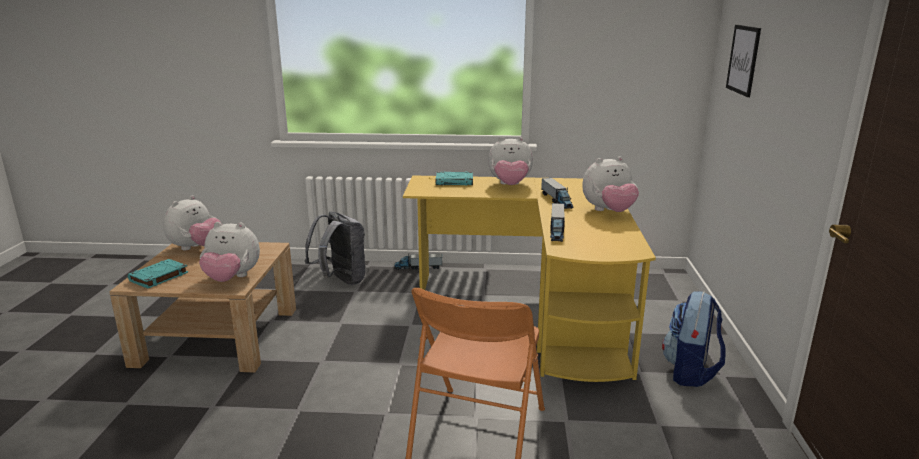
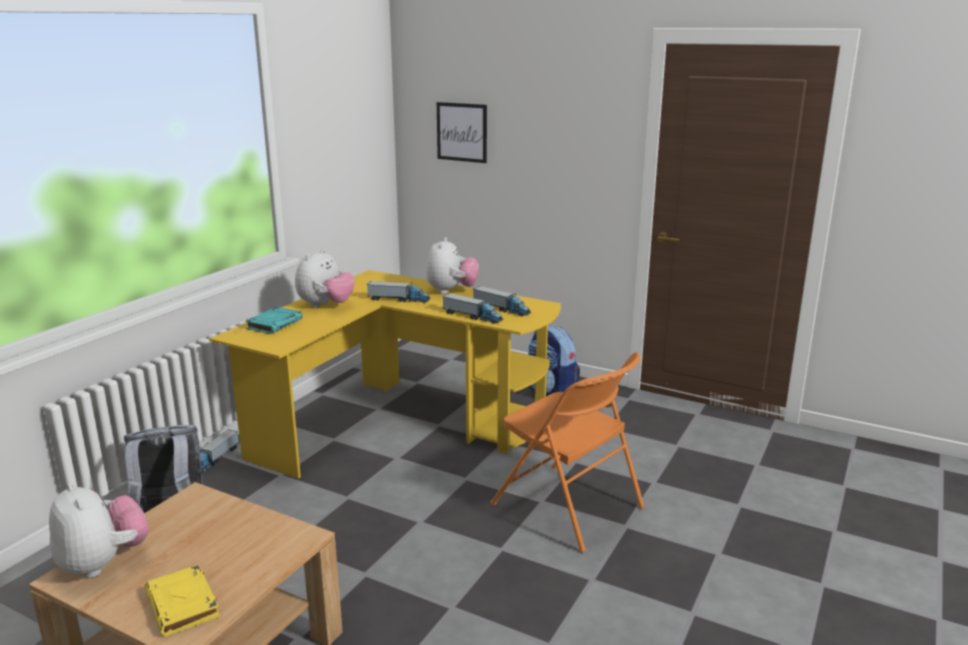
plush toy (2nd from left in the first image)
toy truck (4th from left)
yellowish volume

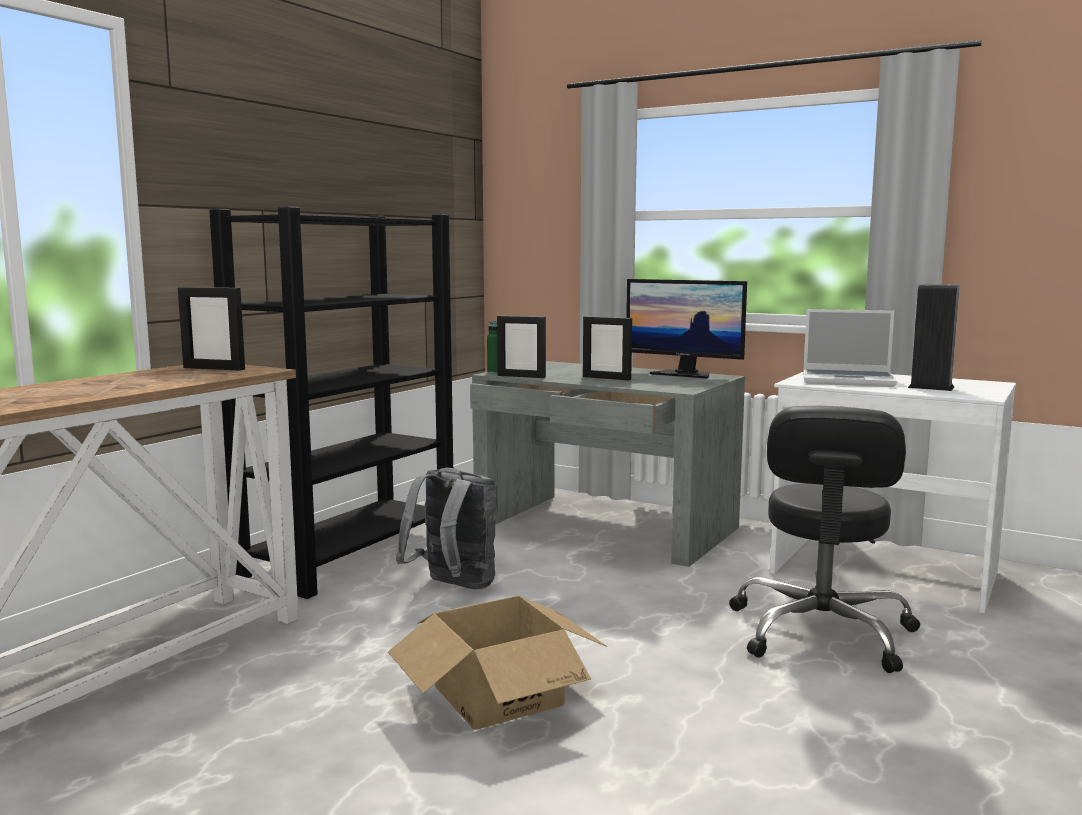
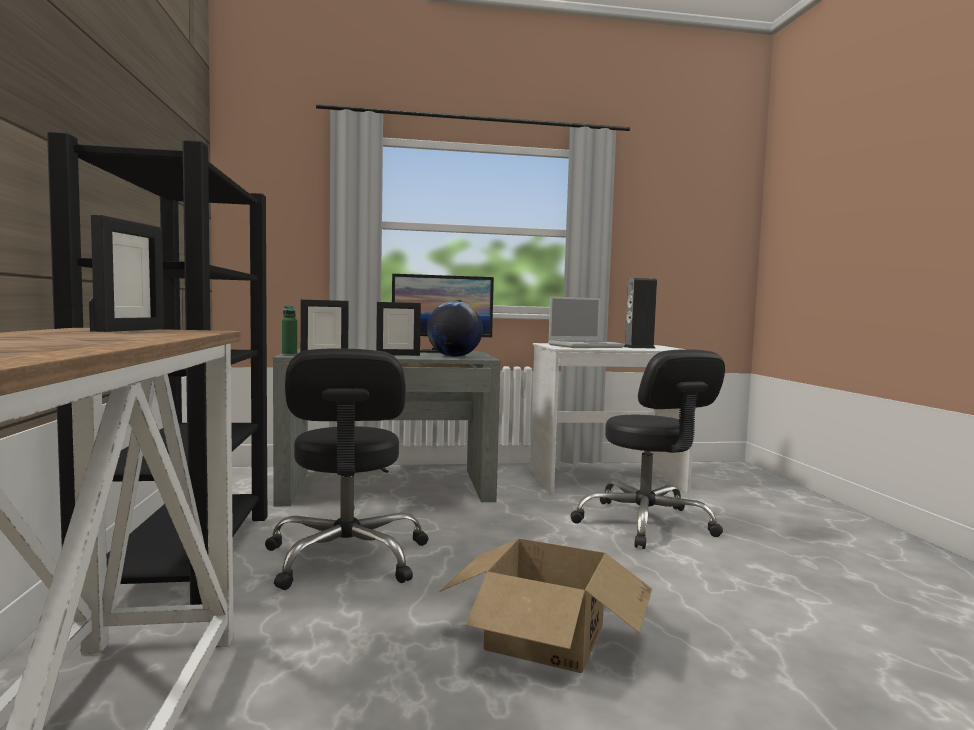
desk globe
blackish desk chair (1st from left)
photo frame (1st from left)

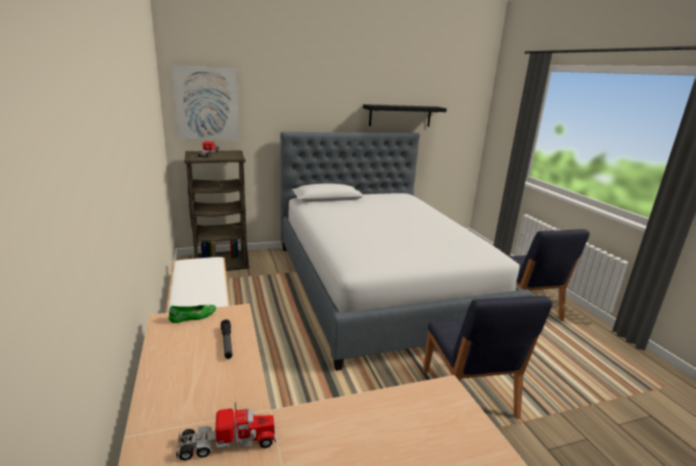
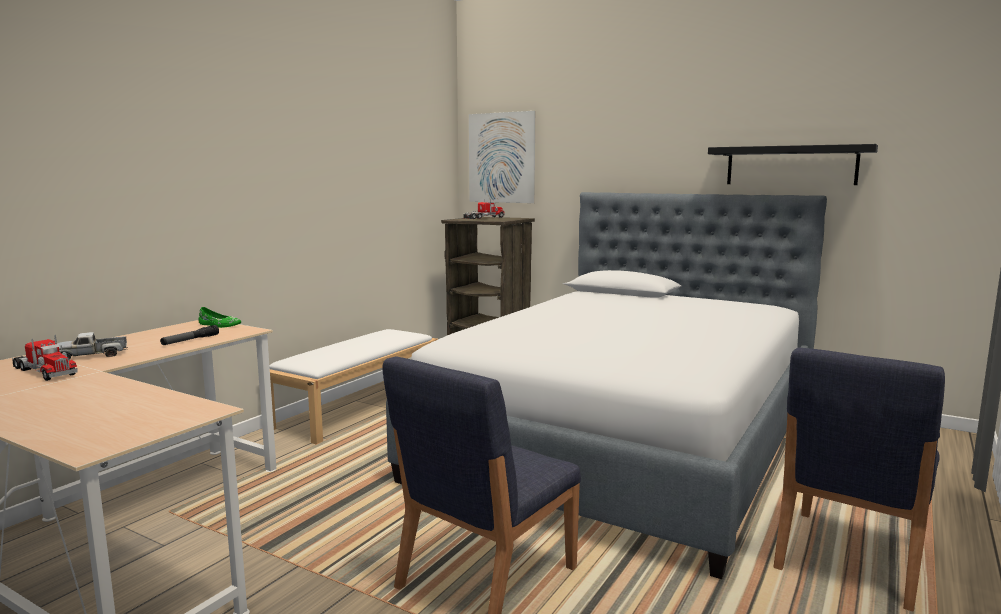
toy truck (2nd from left)

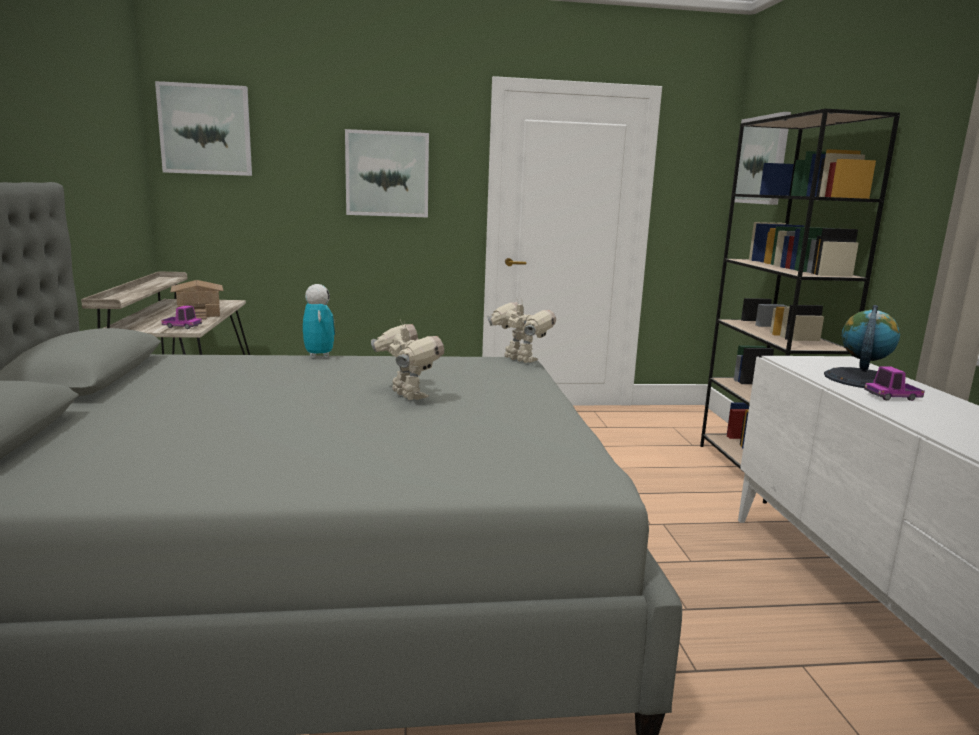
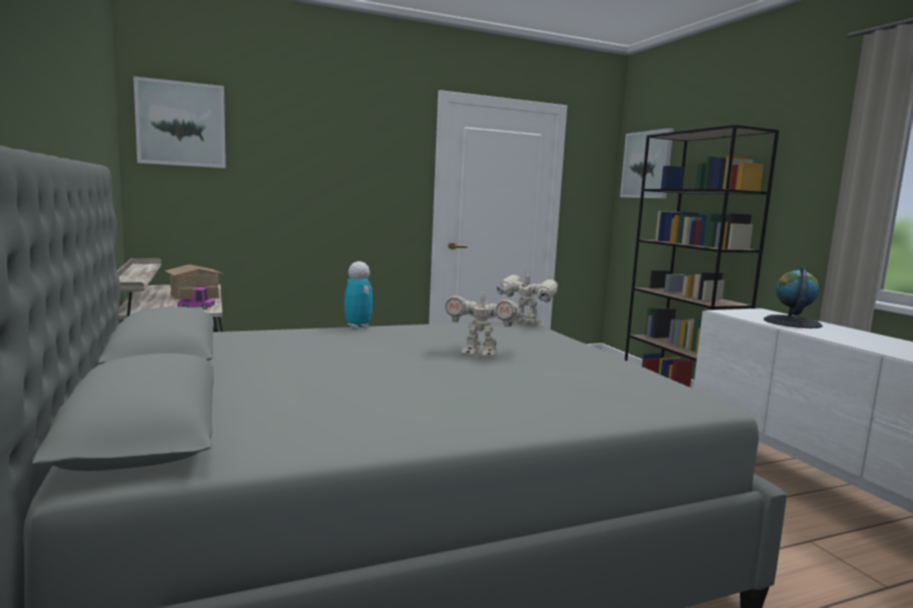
wall picture (2nd from left in the first image)
toy truck (2nd from left in the first image)
robot figure (2nd from left)

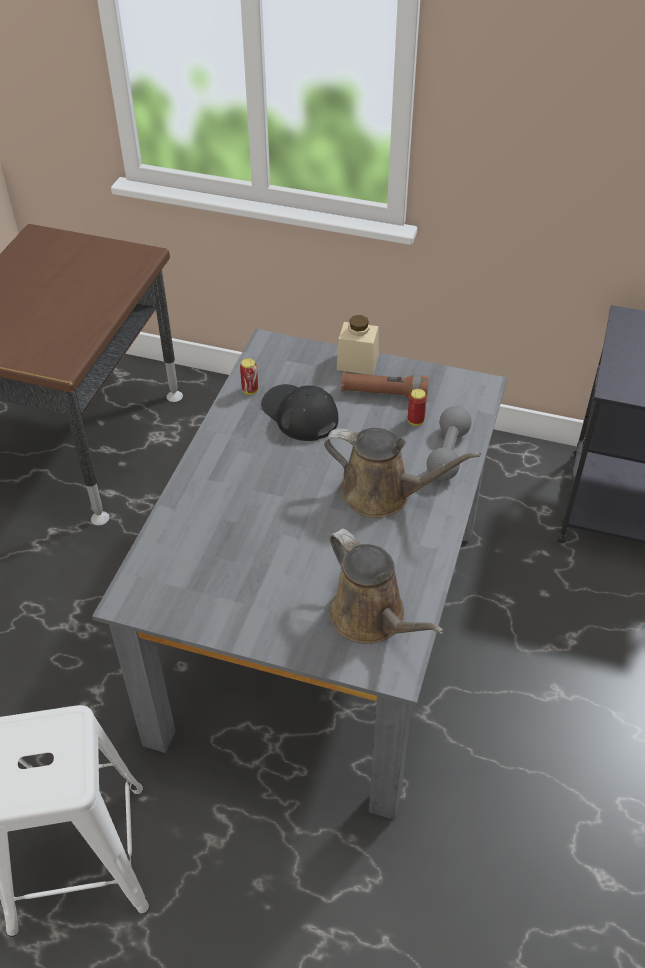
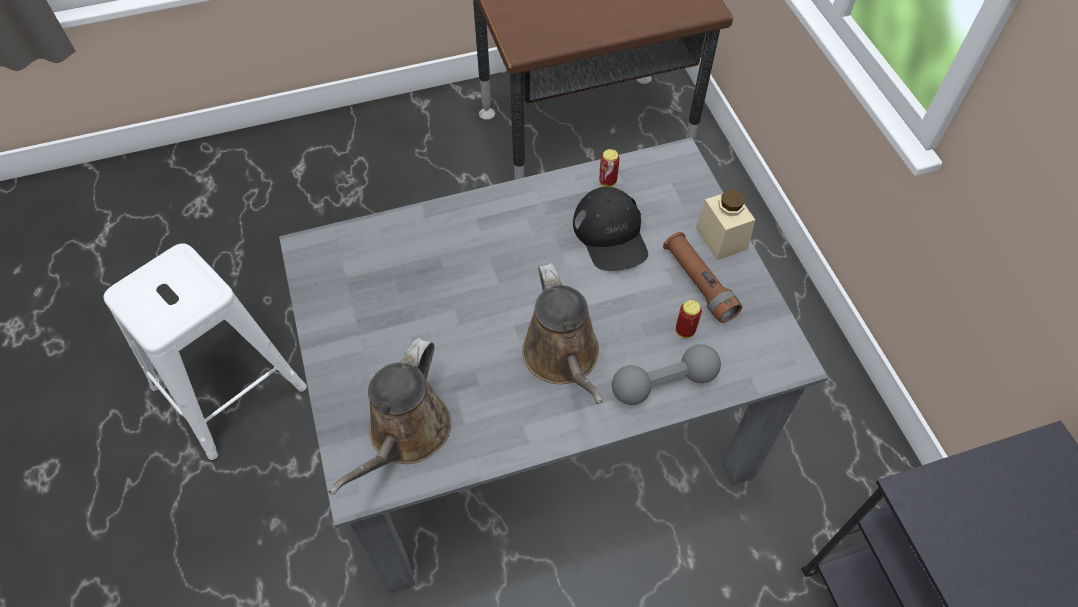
blackish peaked cap

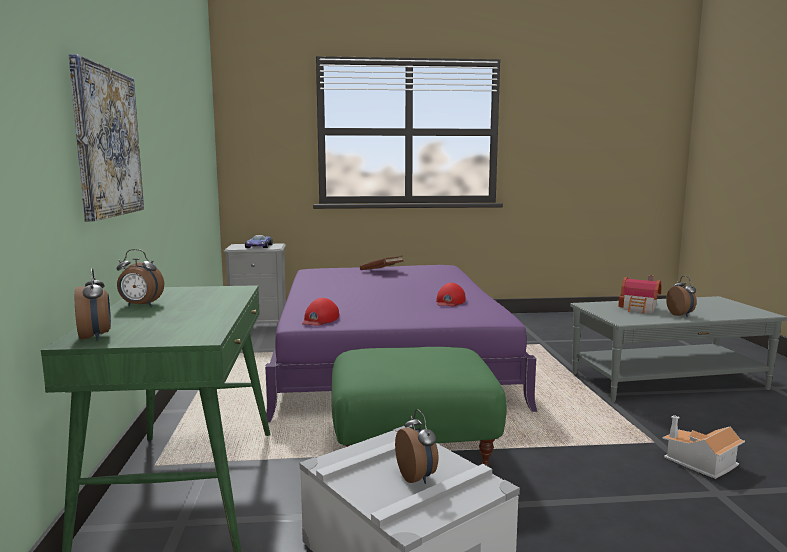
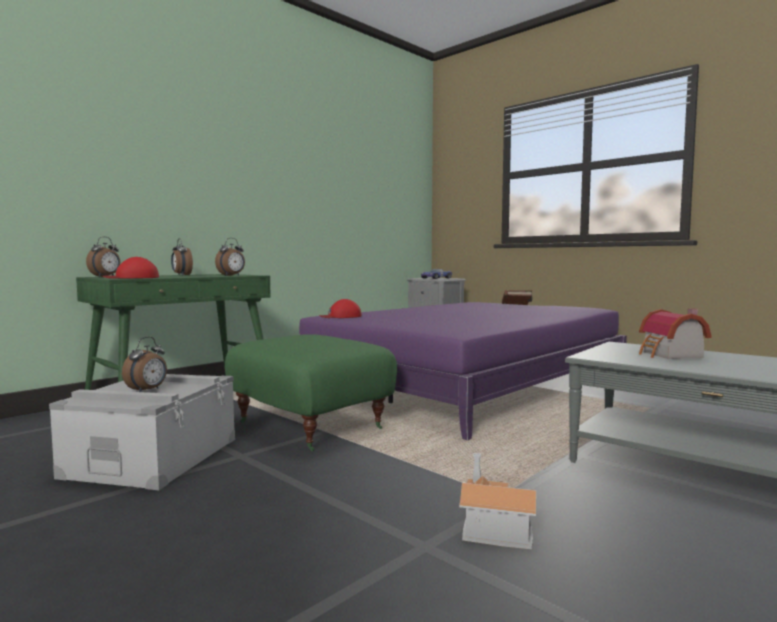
wall picture
red peaked cap (1st from left)
table clock (4th from left)

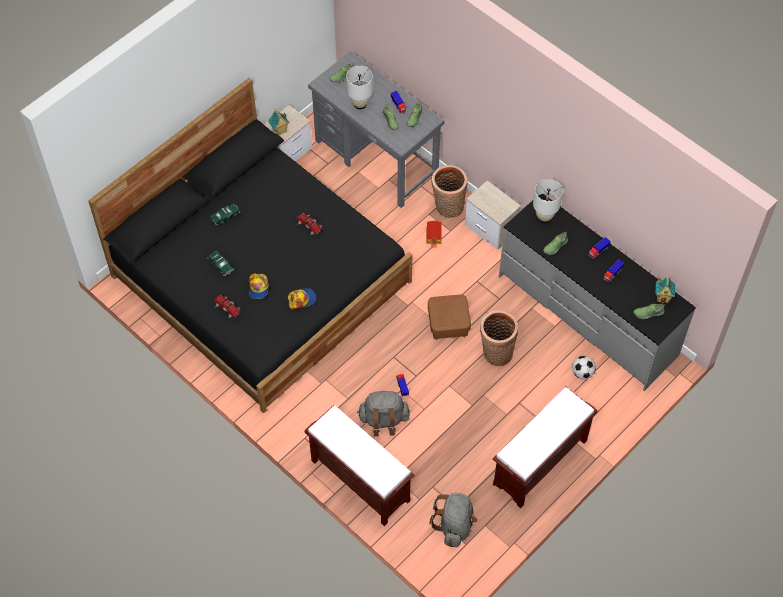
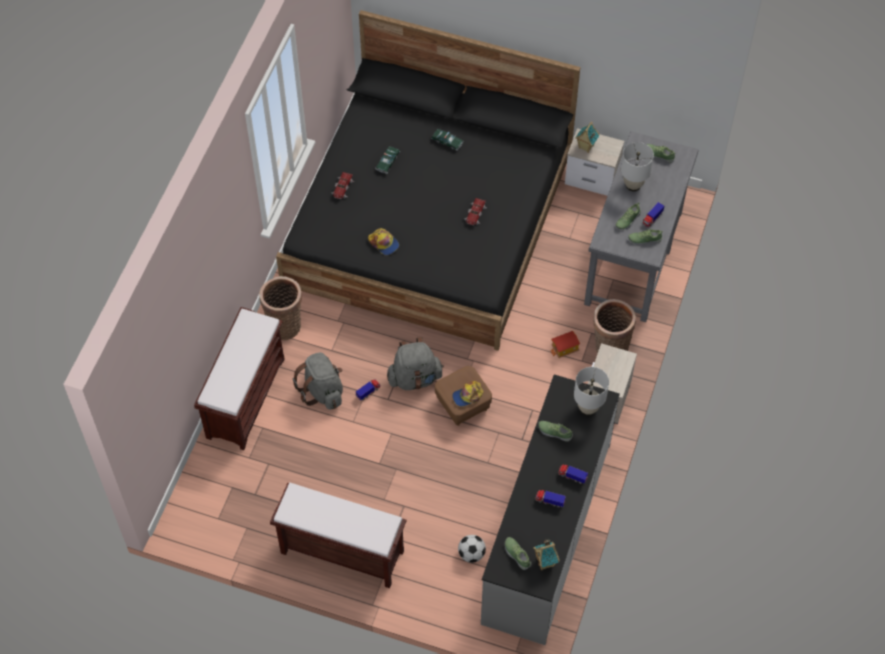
peaked cap (2nd from left)
gray backpack (2nd from left)
household basket (1st from left)

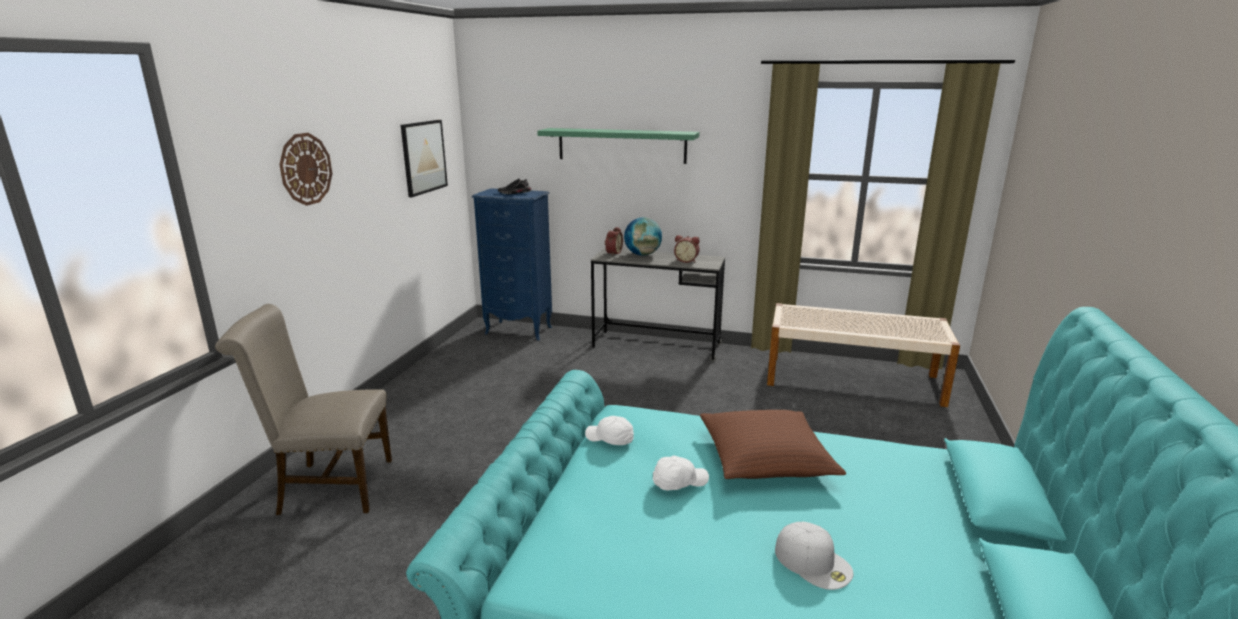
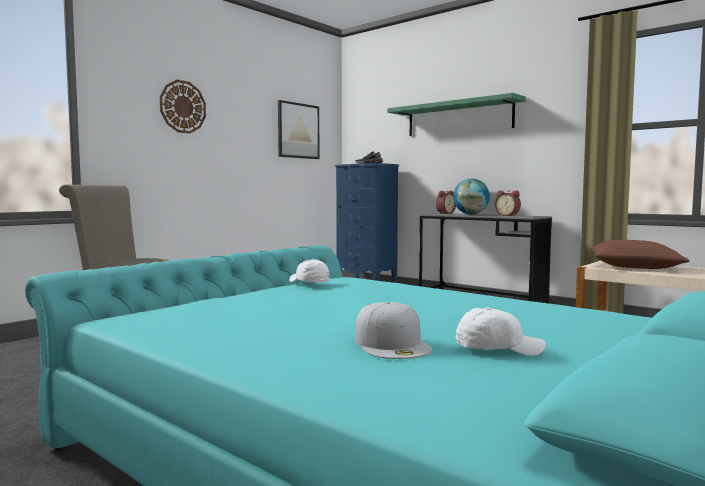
white peaked cap (3rd from left)
brownish cushion

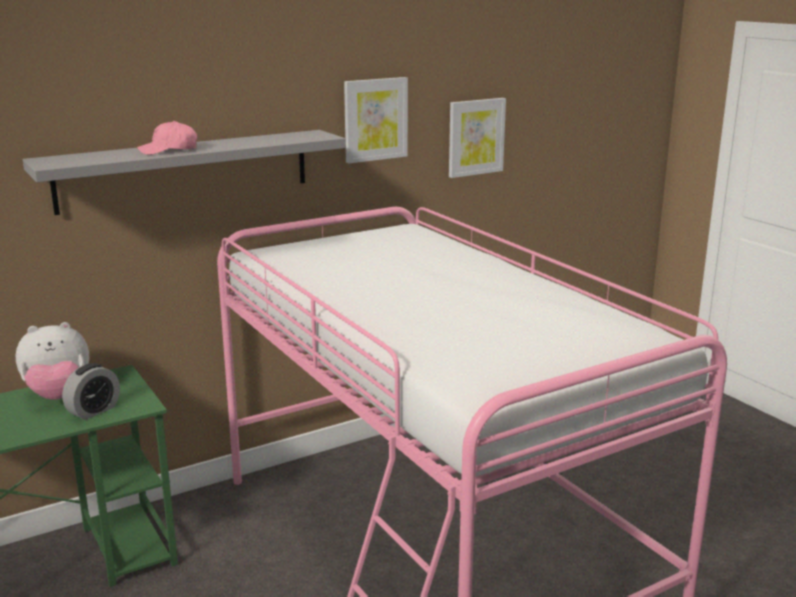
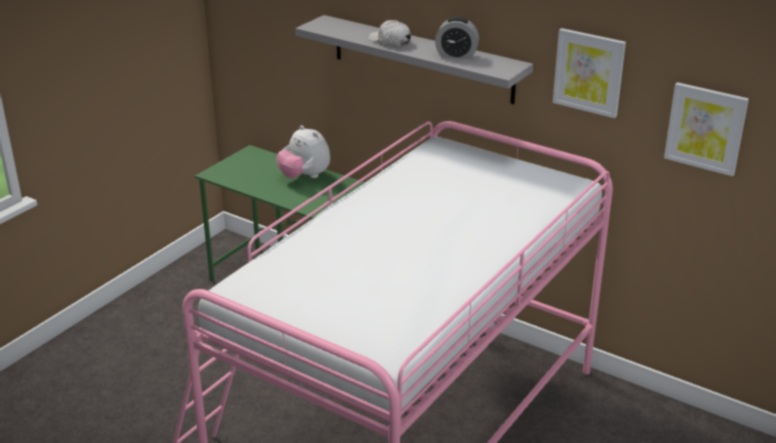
table clock
white peaked cap

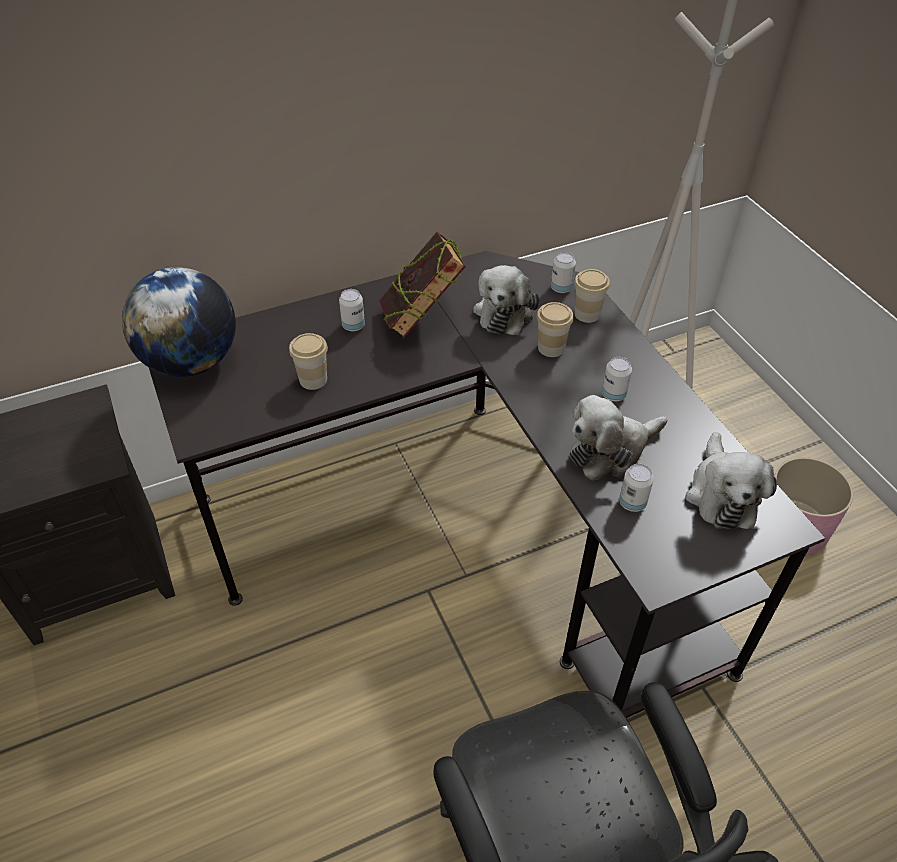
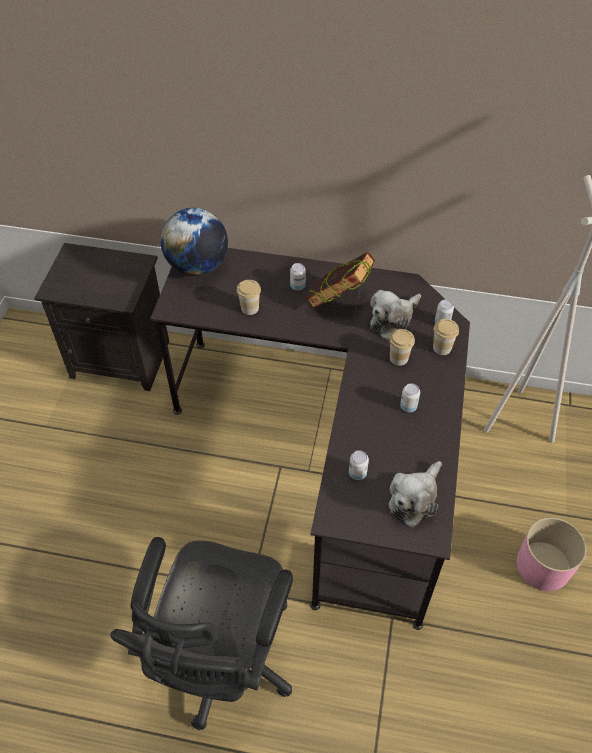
plush toy (2nd from left in the first image)

